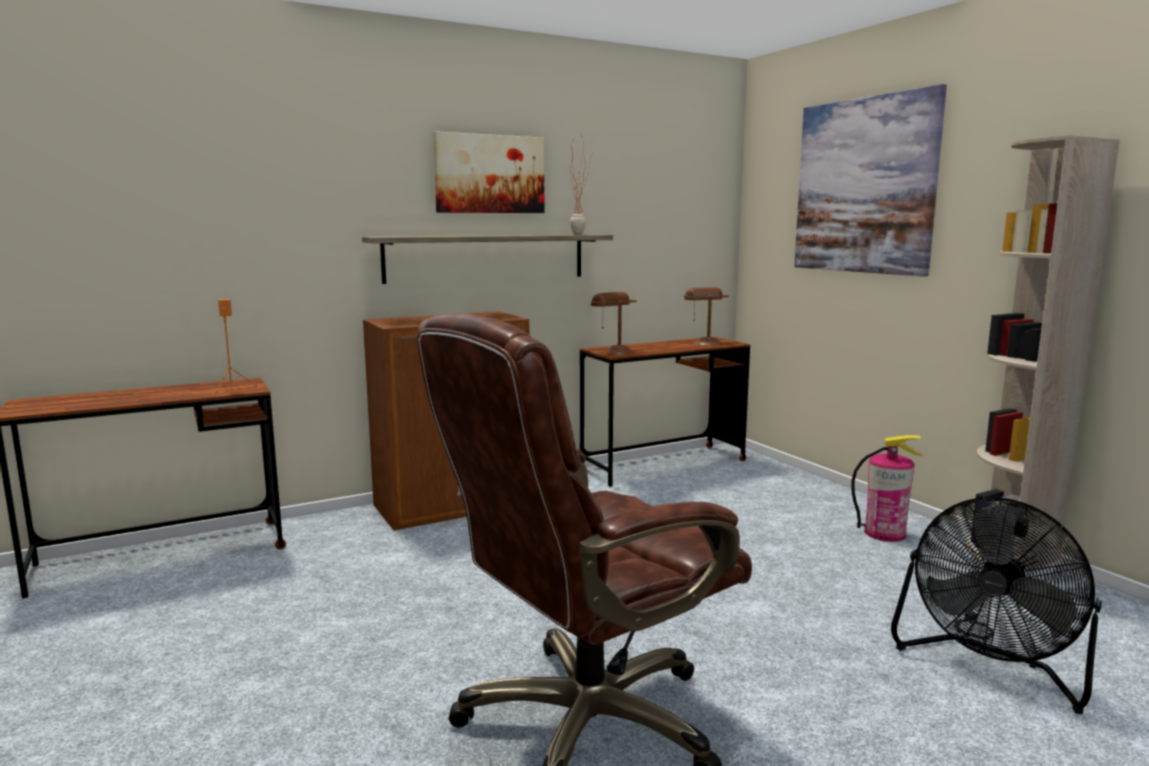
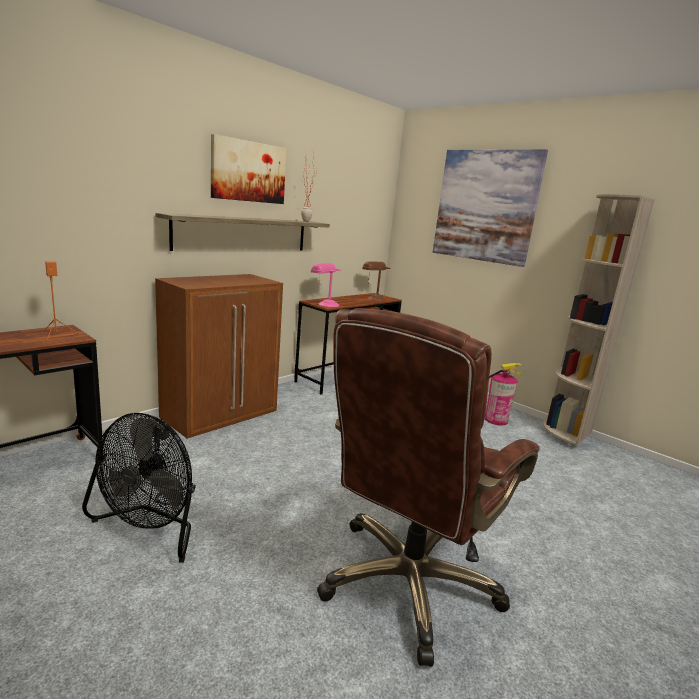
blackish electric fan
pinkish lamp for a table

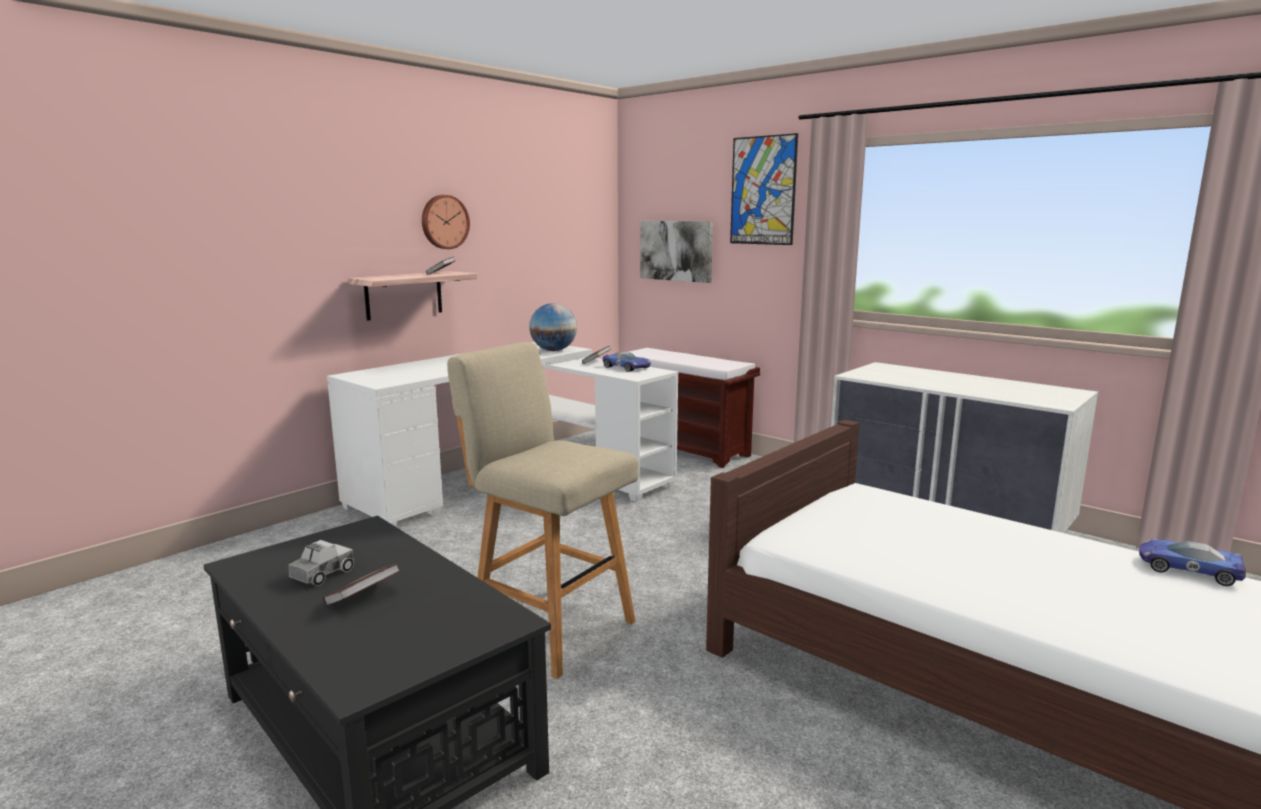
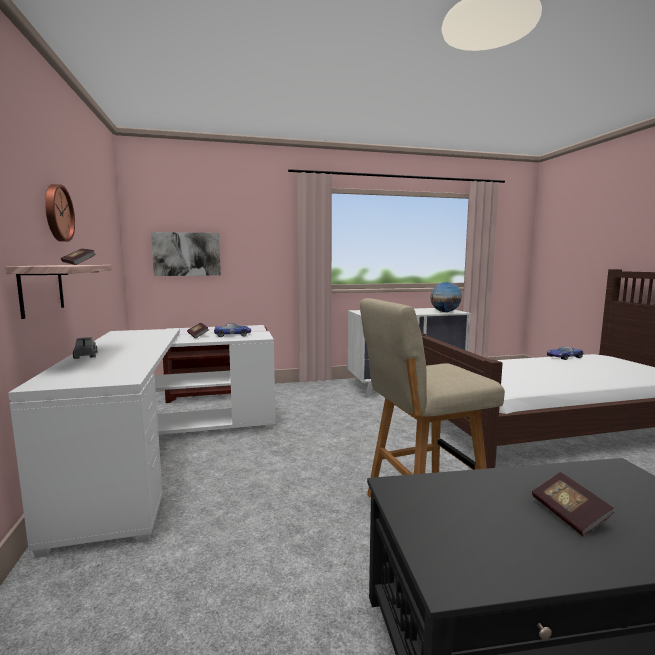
wall picture (2nd from left in the first image)
toy truck
desk globe

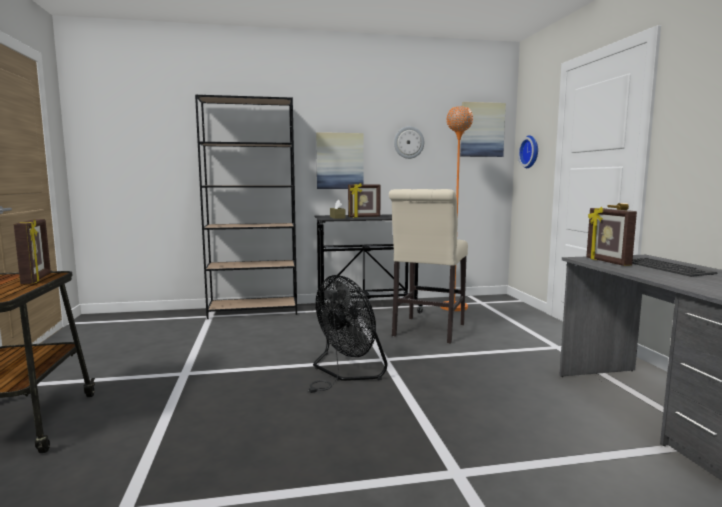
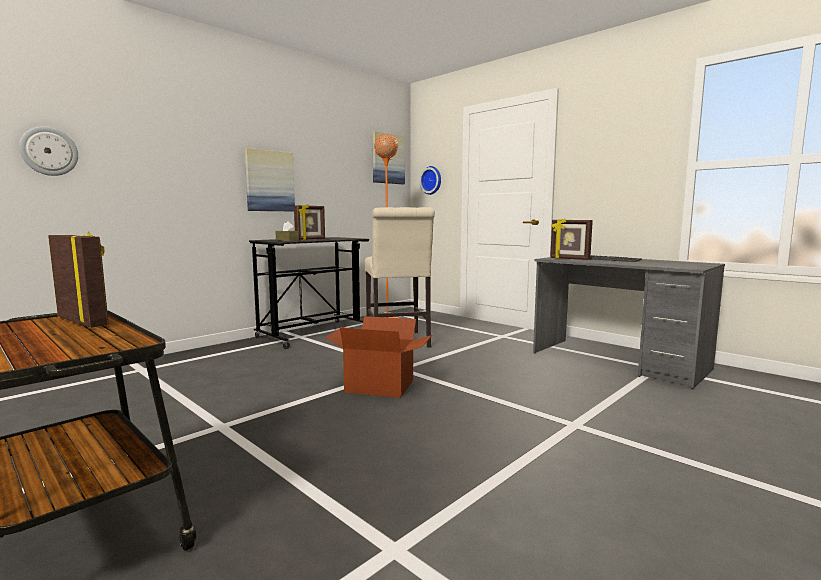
sand-coloured shelving unit
wall clock (1st from left)
cardboard box

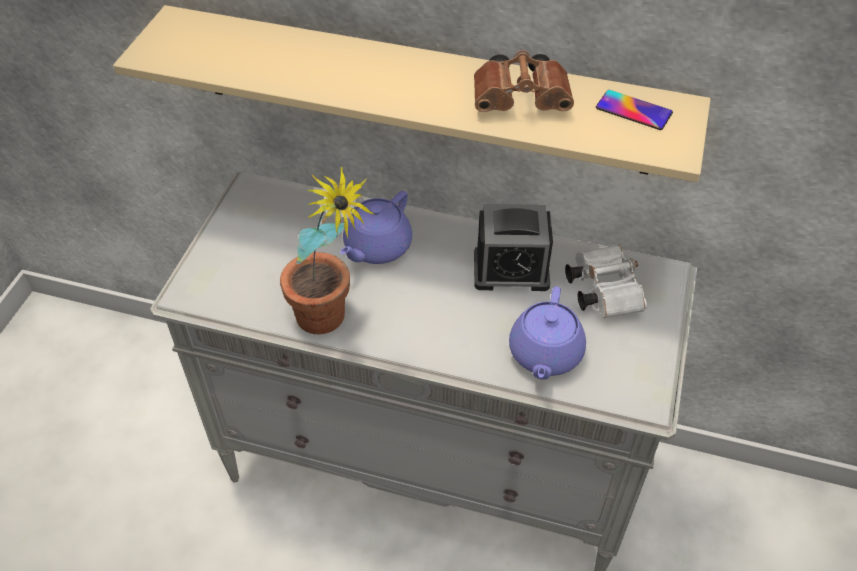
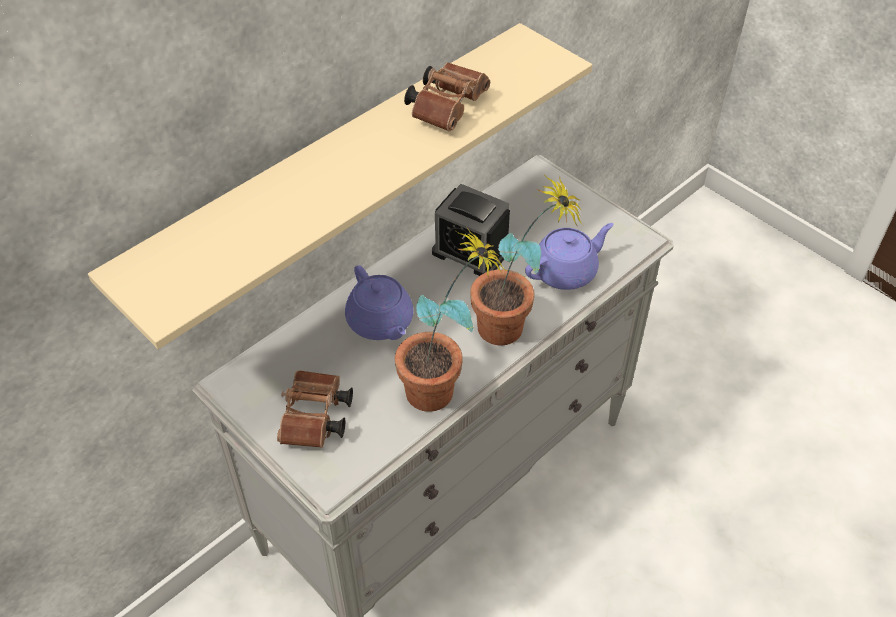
white pair of binoculars
phone
brownish pair of binoculars (1st from left)
plant in a pot (2nd from left)
table clock
purple tea pot (2nd from left)

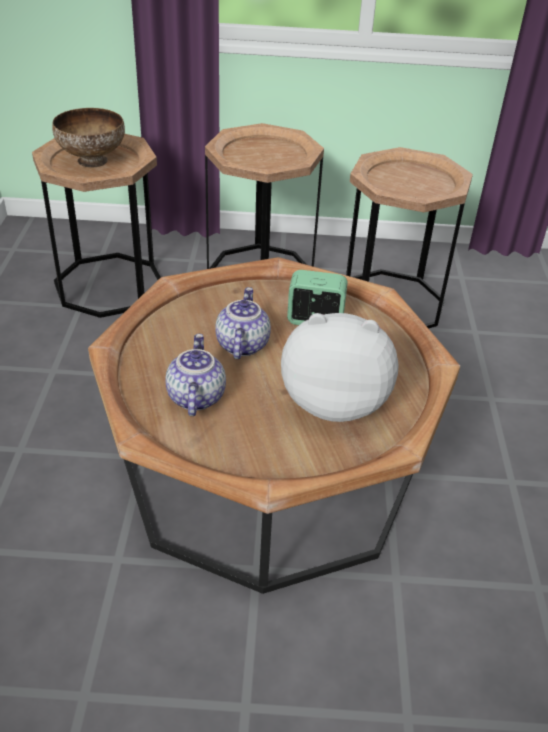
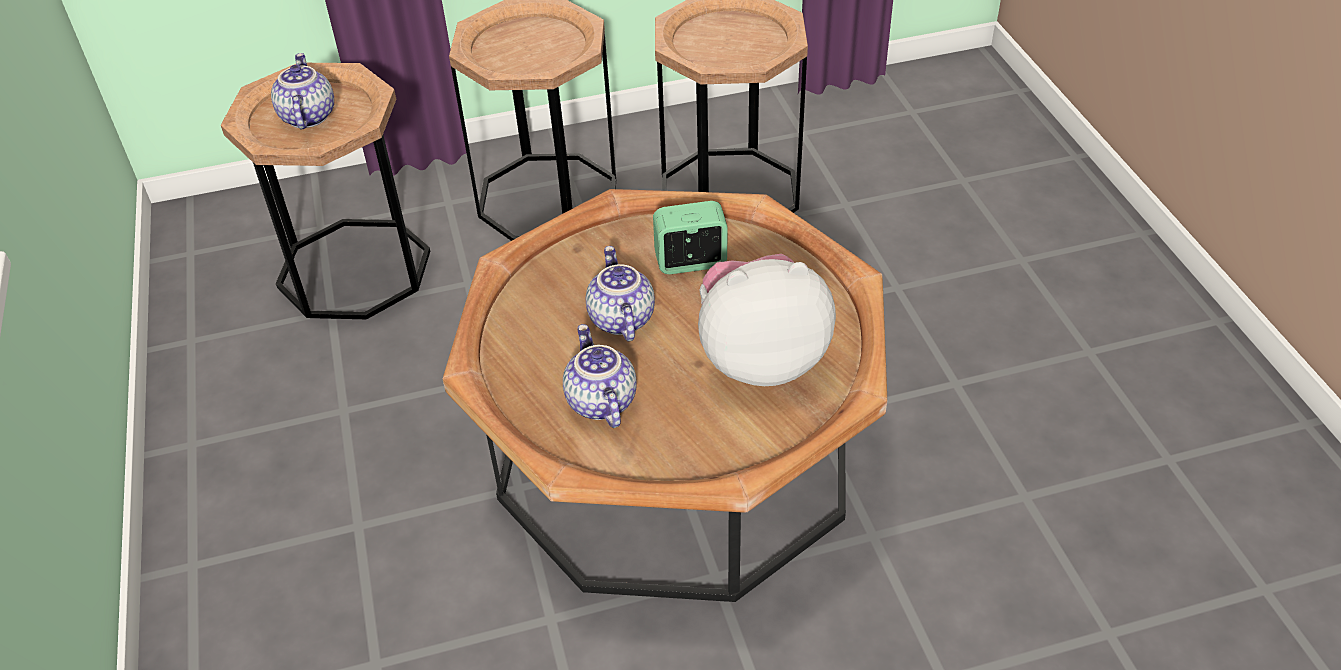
tea pot (1st from left)

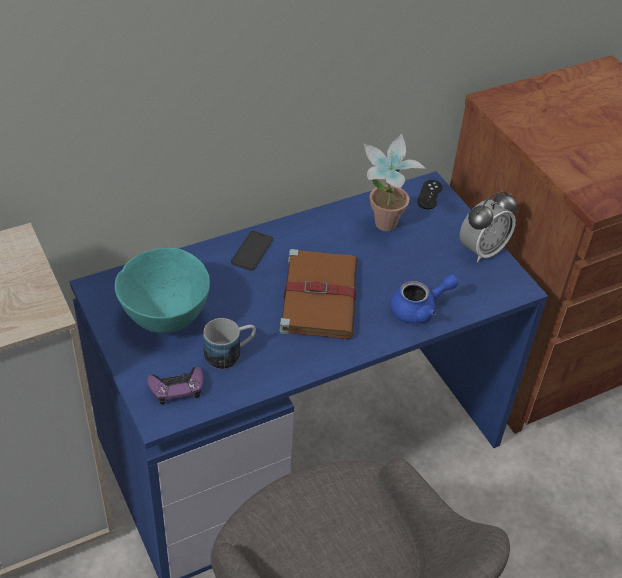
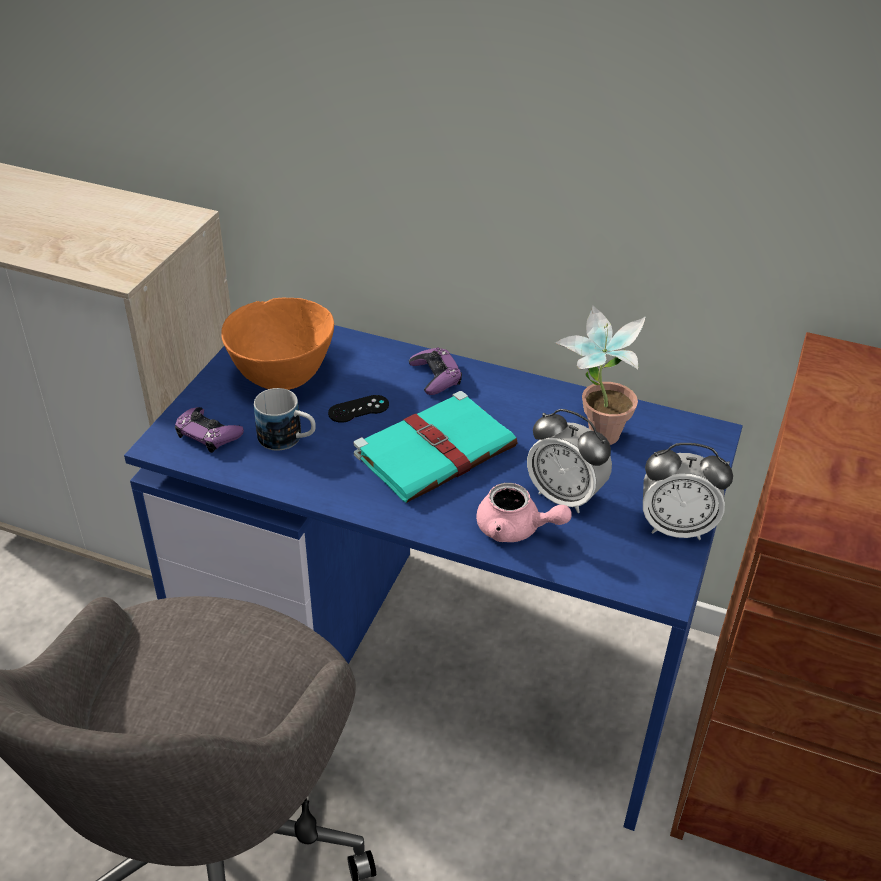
table clock (1st from left)
blackish game controller
purple game controller (2nd from left)
orange-coloured serving bowl
turquoise volume
pinkish tea pot

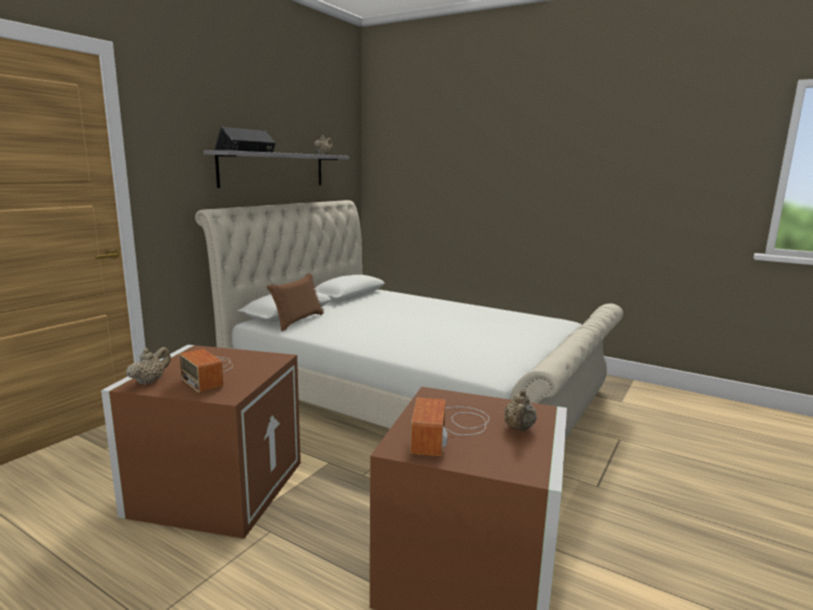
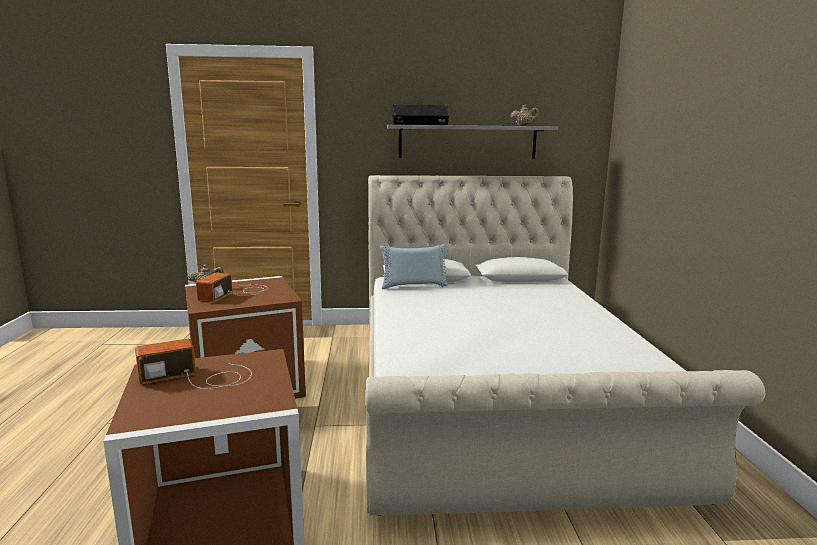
sand-coloured tea pot (3rd from left in the first image)
bluish cushion

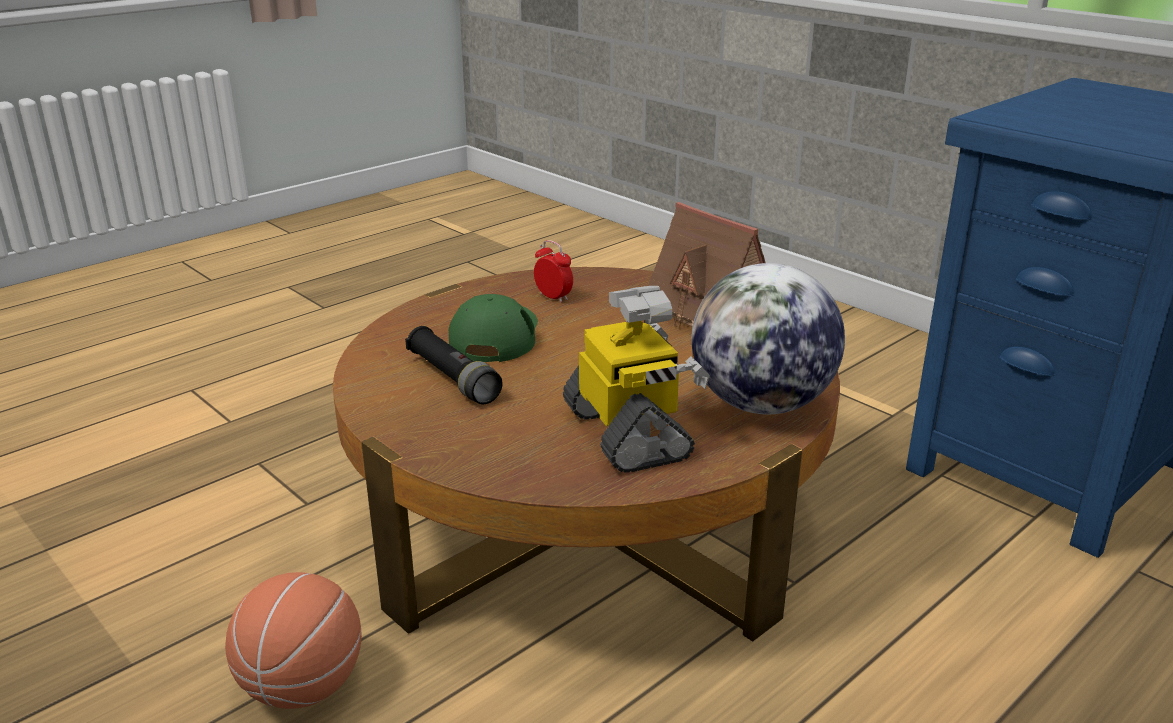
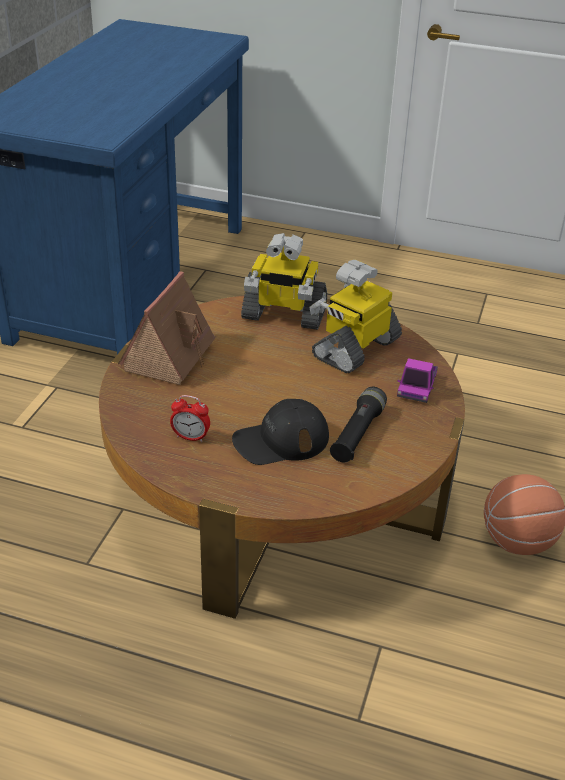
toy truck
robot figure (1st from left)
blackish peaked cap
table clock

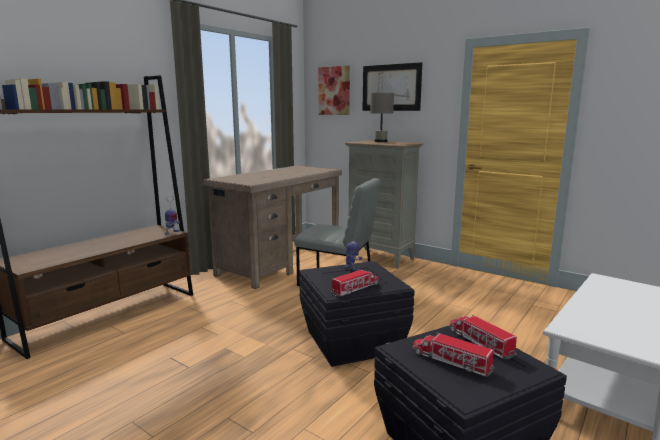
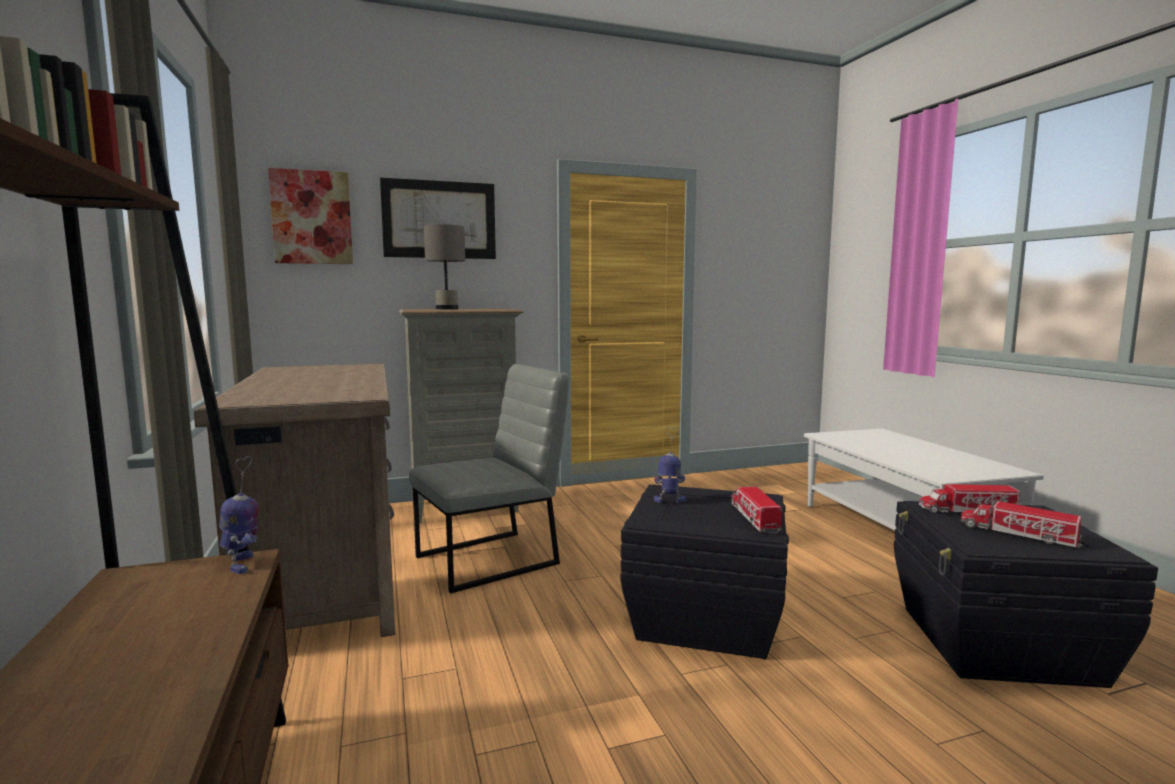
toy truck (3rd from left)

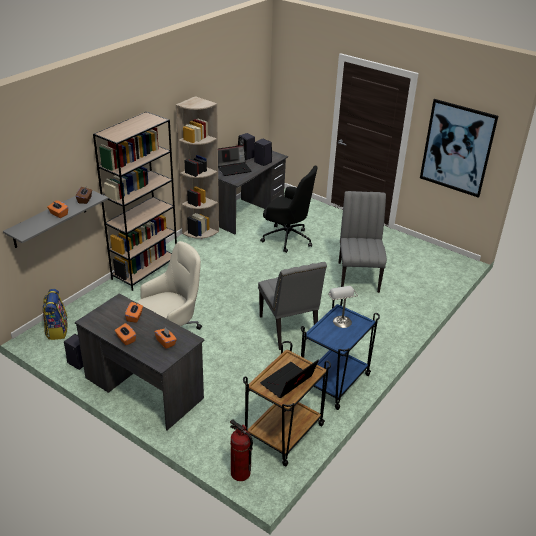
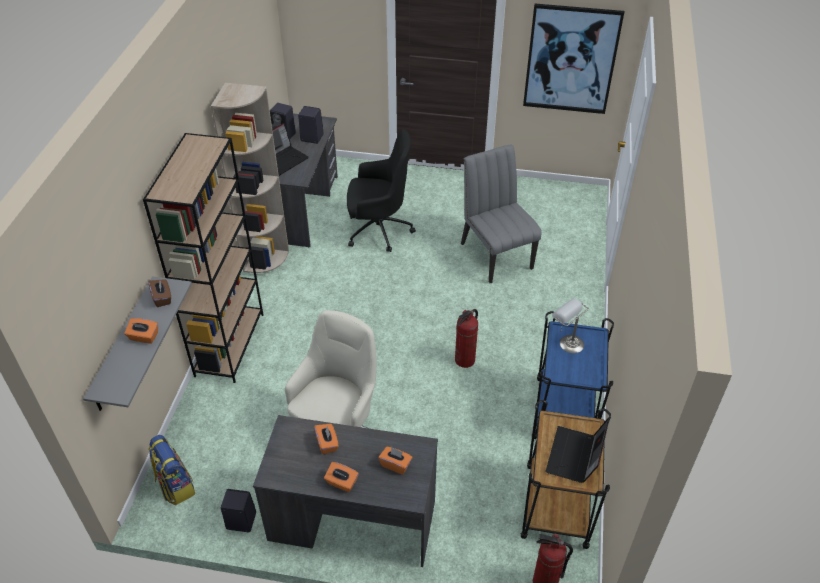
fire extinguisher (1st from left)

